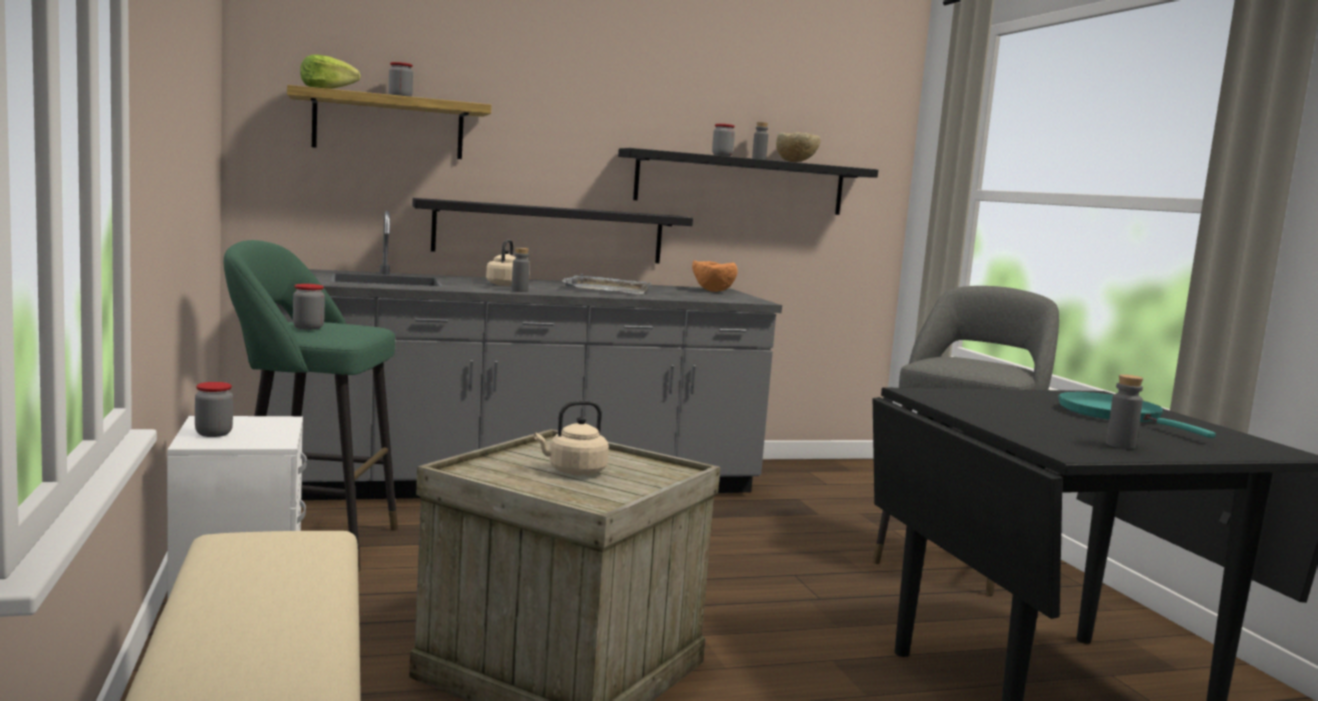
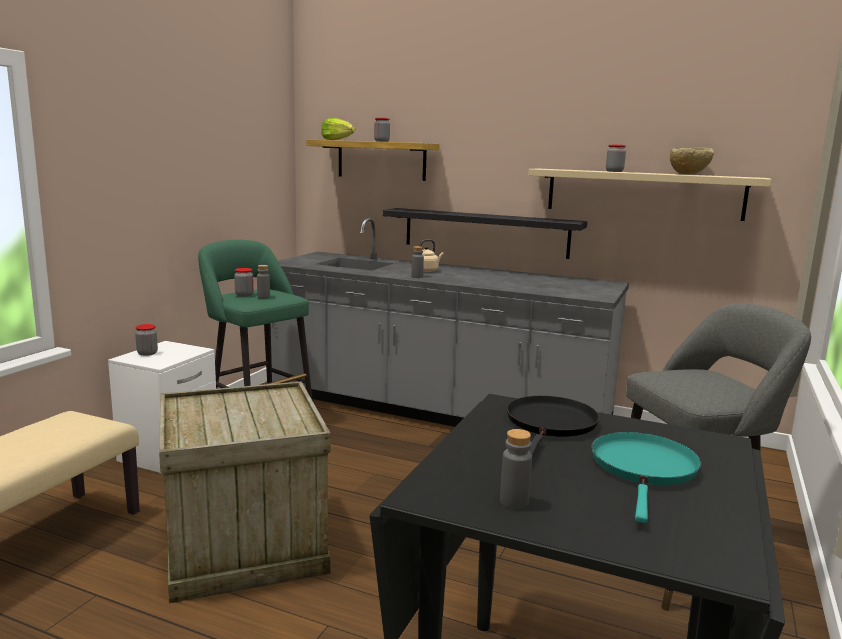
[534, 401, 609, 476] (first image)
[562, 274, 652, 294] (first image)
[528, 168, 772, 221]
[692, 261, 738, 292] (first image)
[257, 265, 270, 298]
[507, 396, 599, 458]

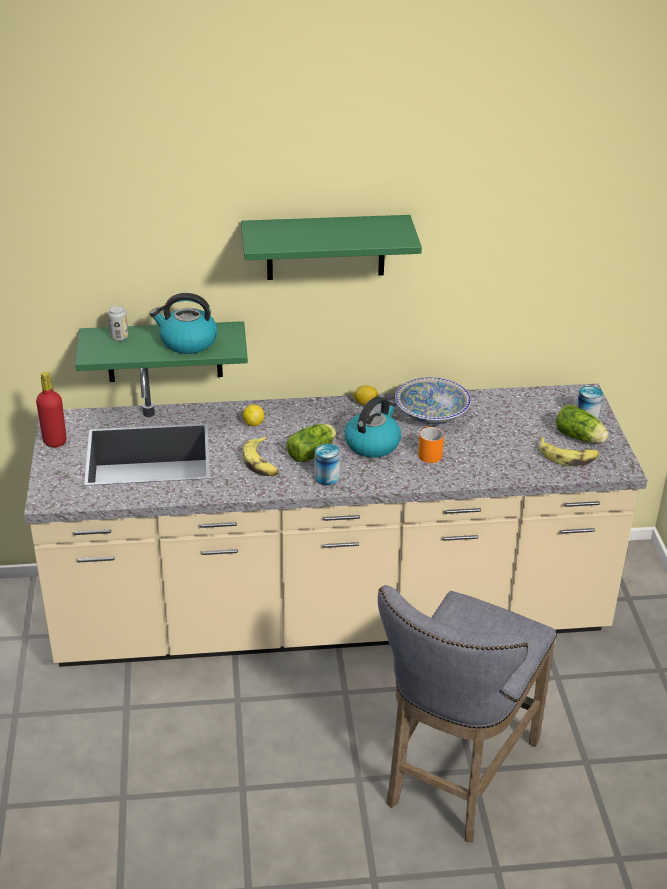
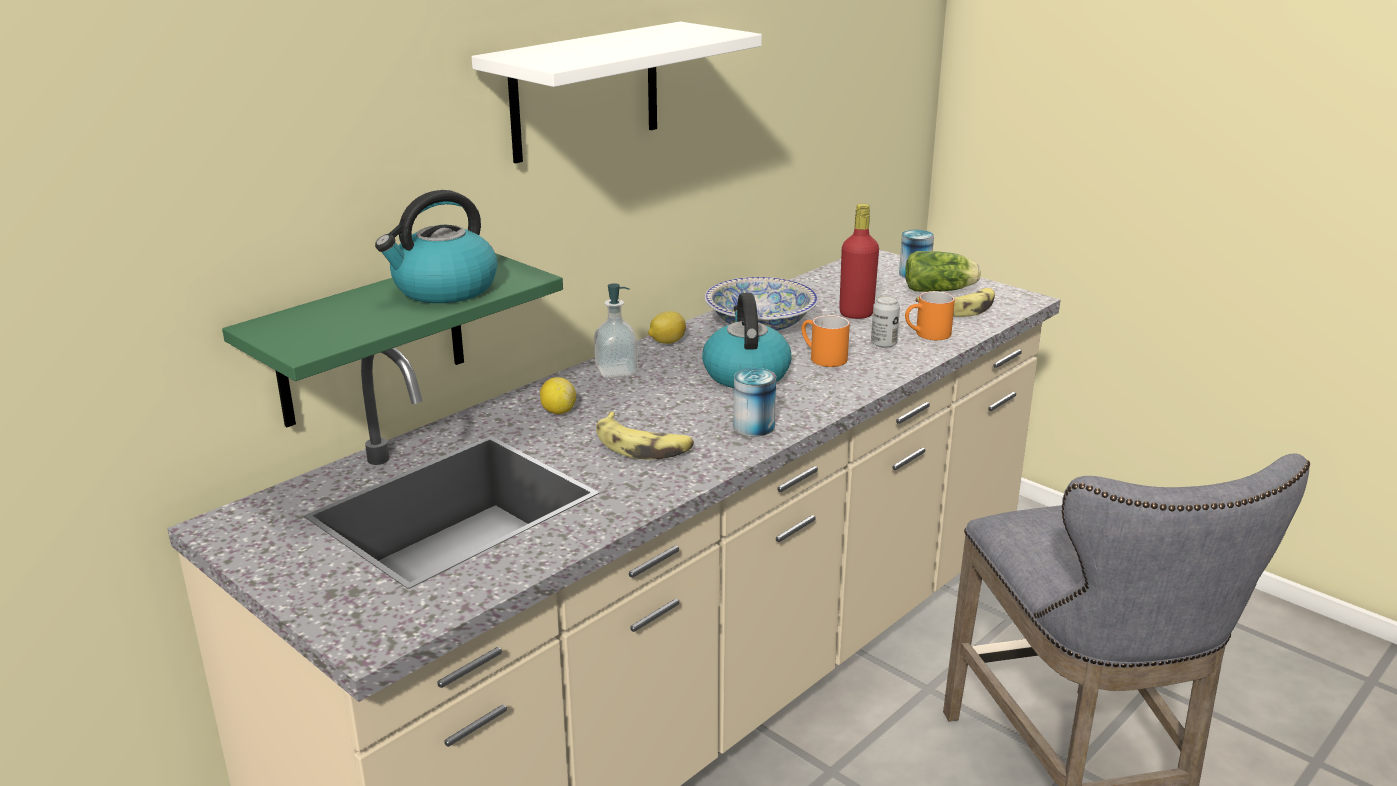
[839, 203, 879, 319]
[871, 296, 900, 348]
[472, 21, 762, 163]
[286, 424, 336, 463] (first image)
[594, 283, 638, 378]
[905, 291, 955, 340]

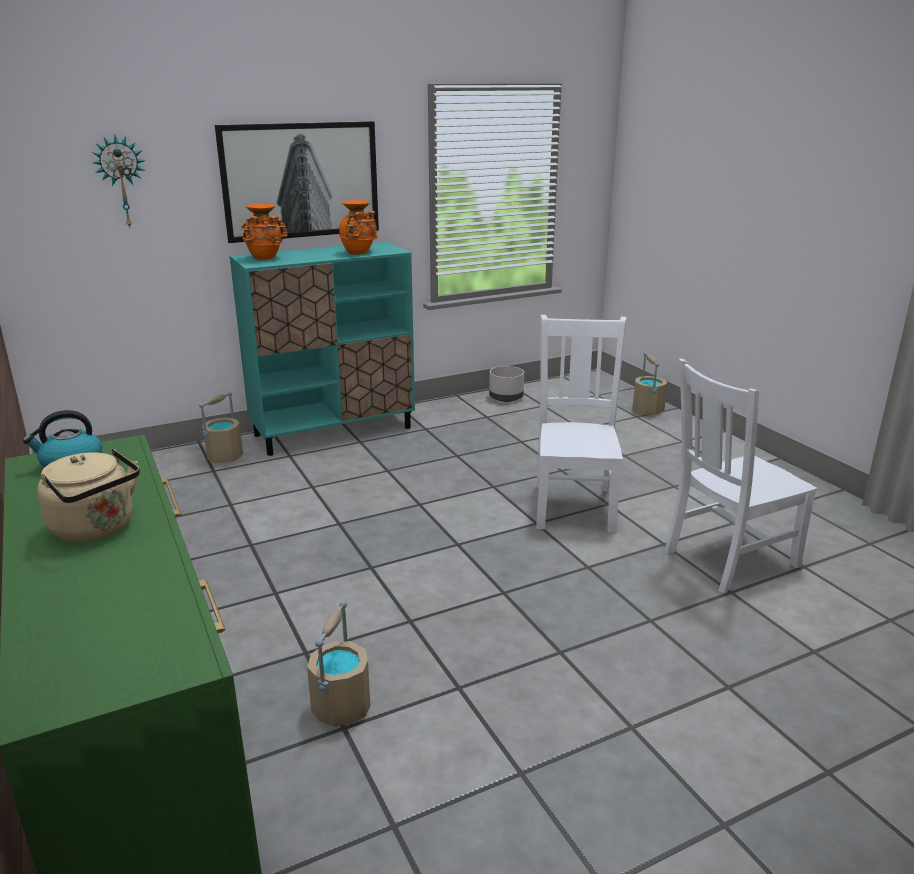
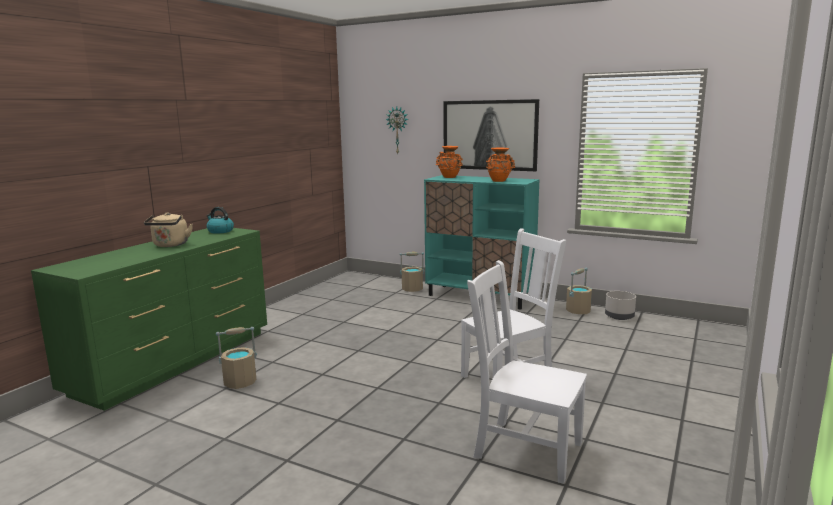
[566, 268, 592, 314]

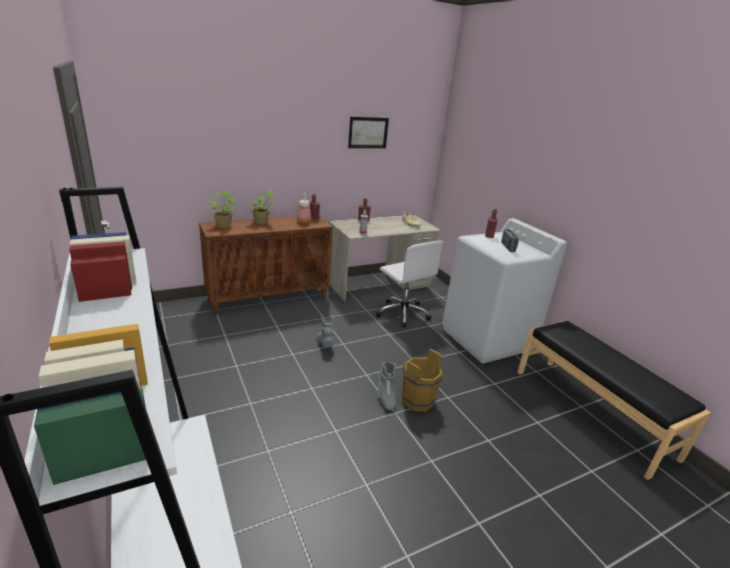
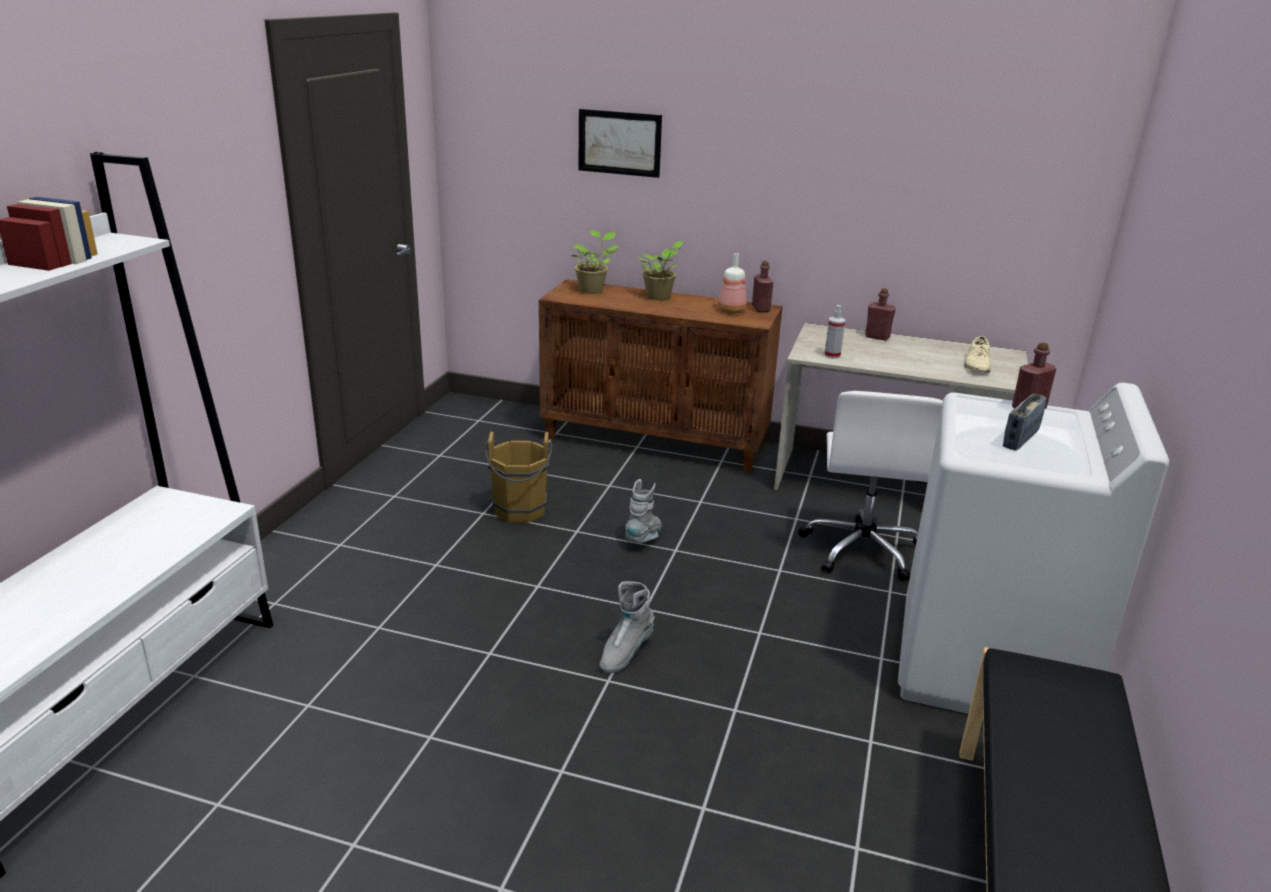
[578, 109, 662, 178]
[485, 431, 552, 523]

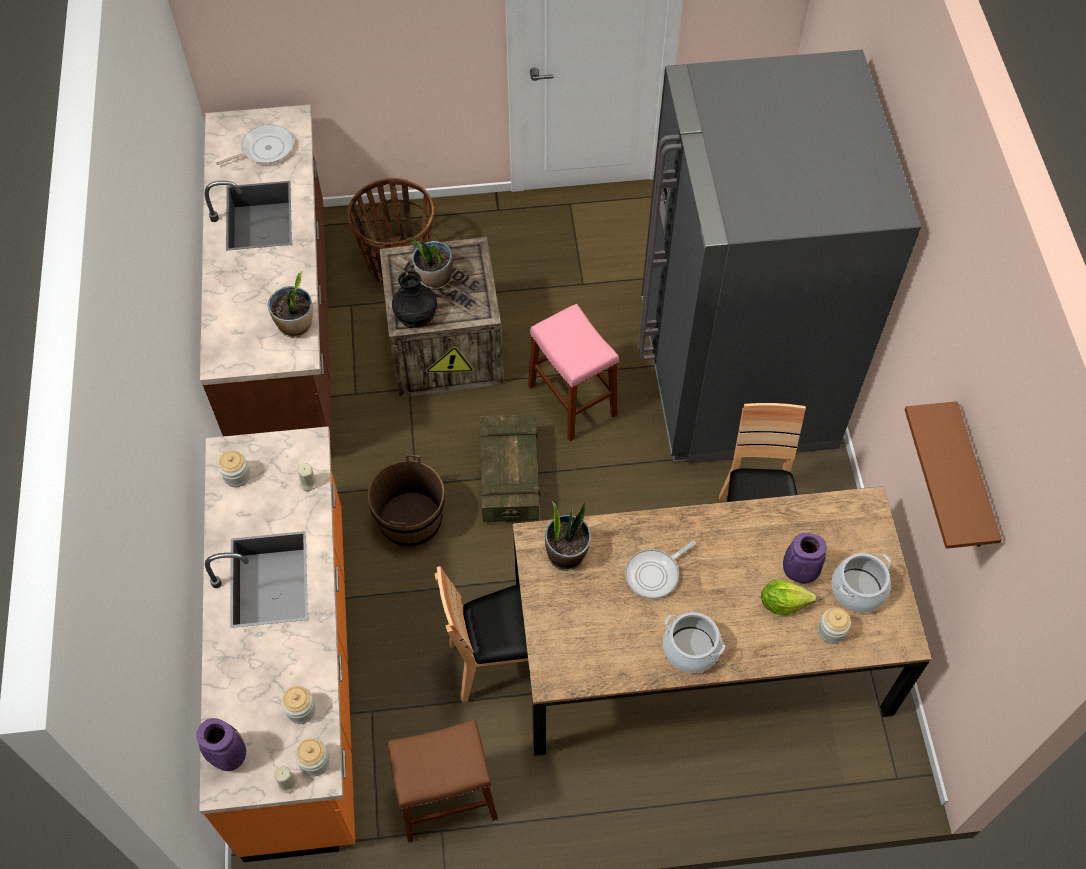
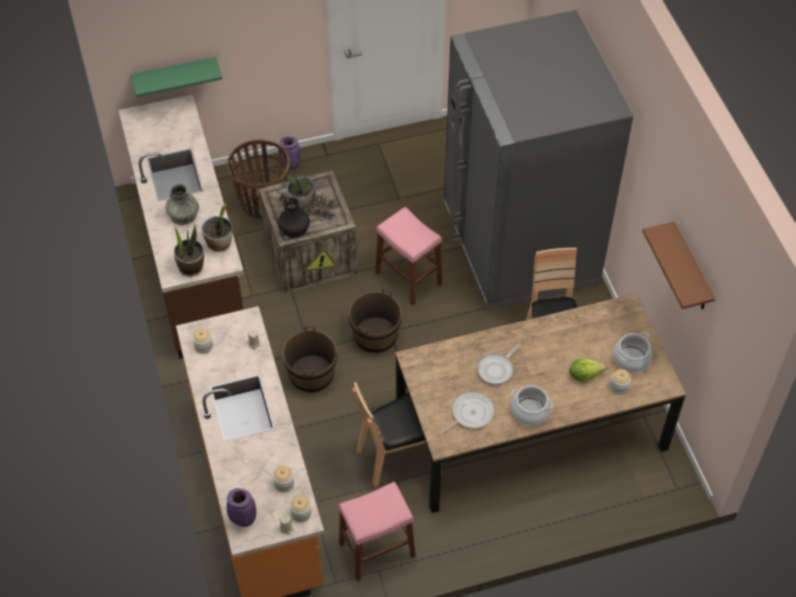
[438, 392, 494, 435]
[338, 481, 415, 581]
[349, 288, 402, 354]
[174, 225, 204, 277]
[280, 136, 301, 169]
[131, 57, 222, 97]
[166, 184, 199, 225]

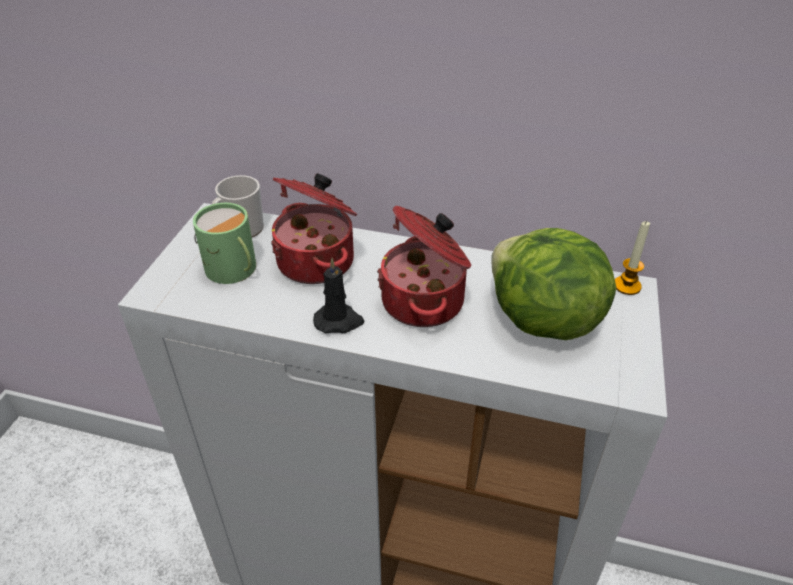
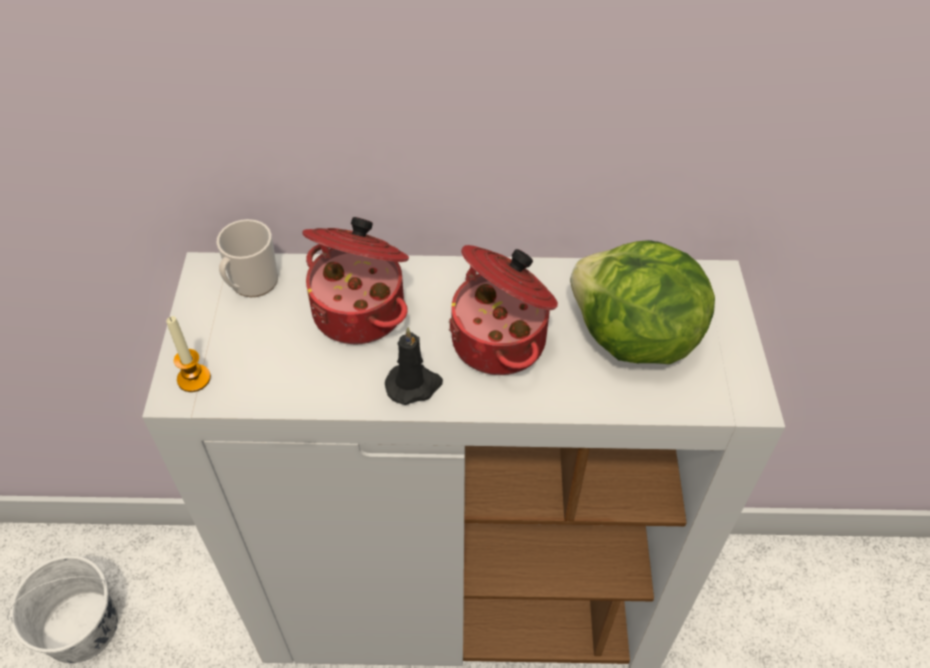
[193, 203, 256, 284] (first image)
[166, 316, 211, 392]
[7, 555, 118, 663]

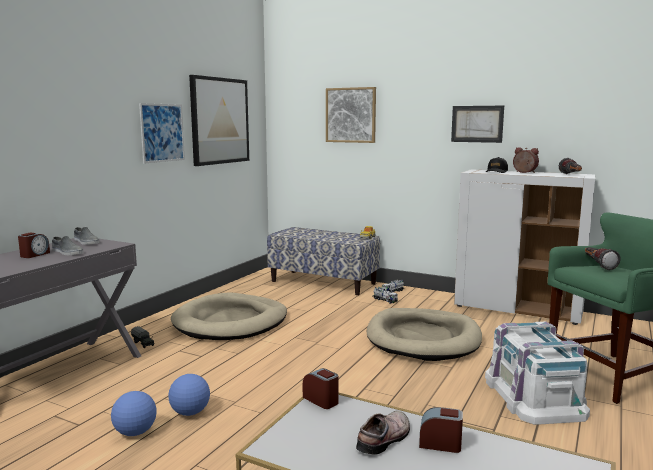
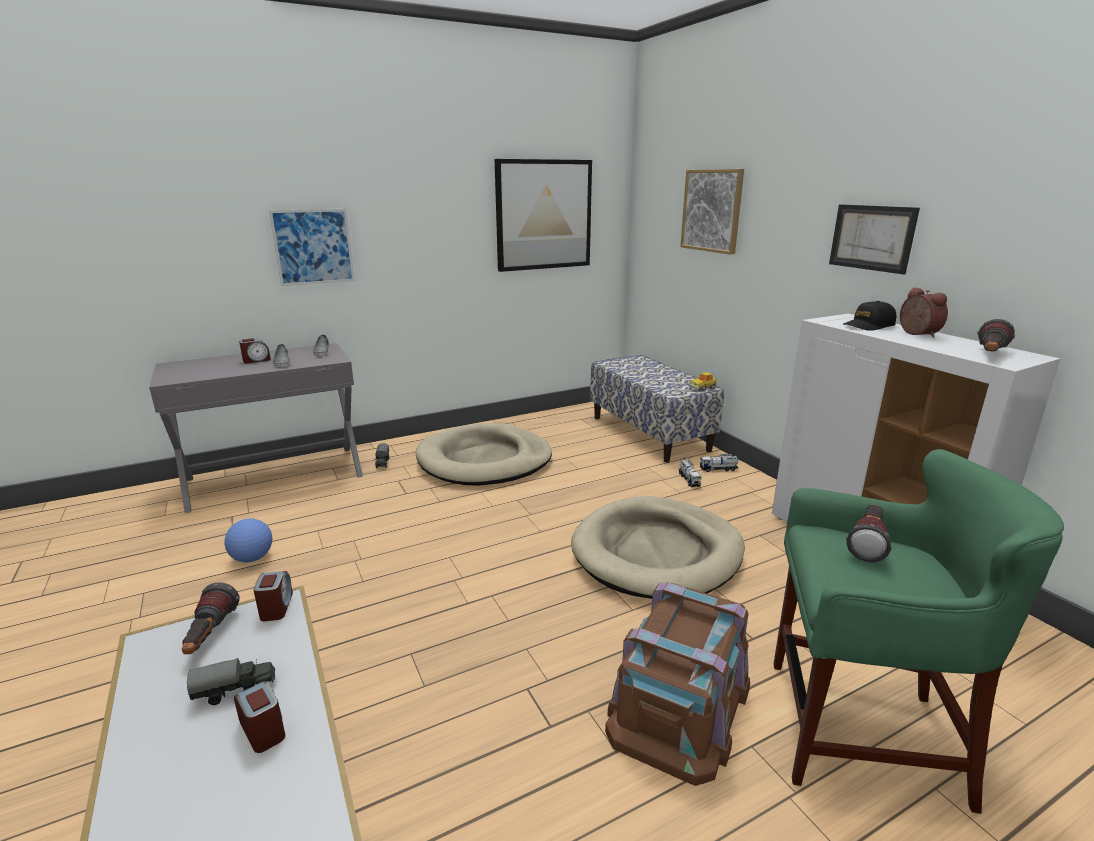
[269, 209, 355, 286]
[168, 374, 210, 416] (first image)
[187, 658, 275, 705]
[605, 582, 750, 786]
[182, 582, 240, 654]

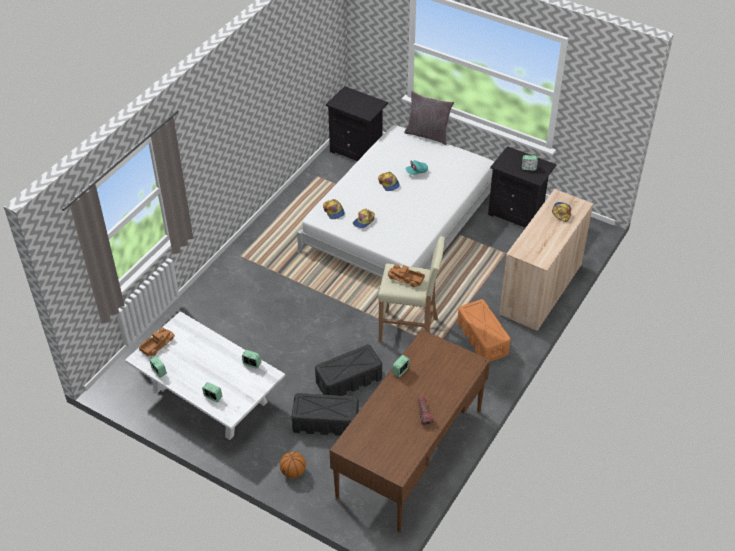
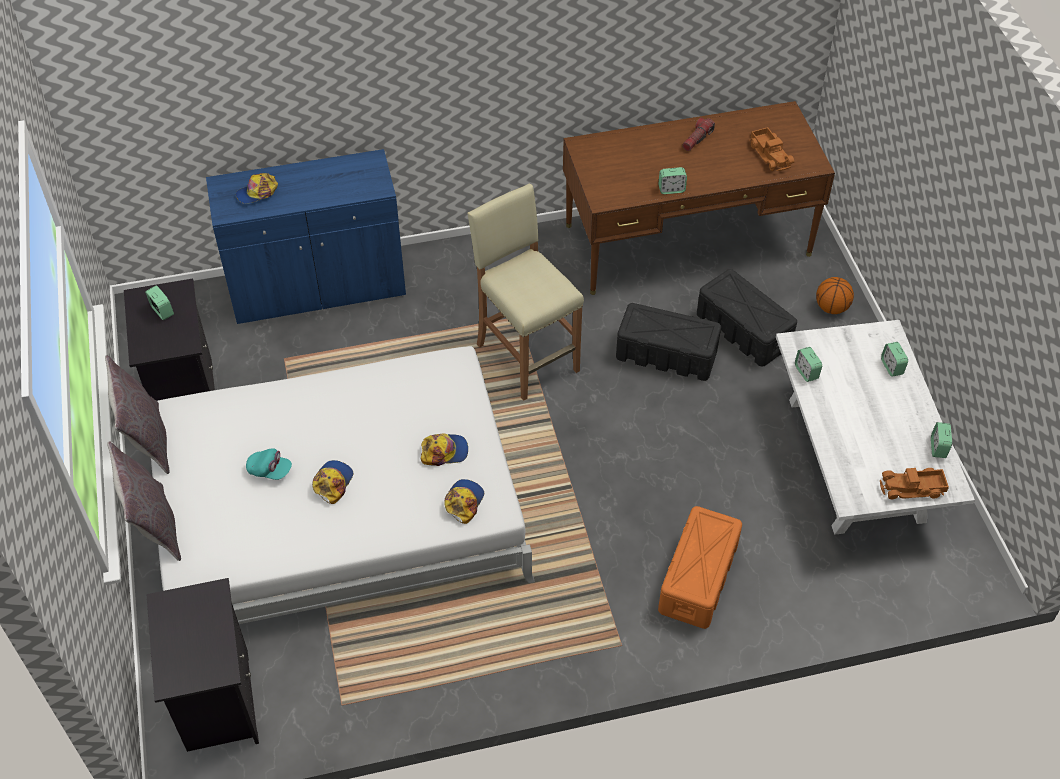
[749, 127, 794, 171]
[658, 506, 742, 629]
[206, 149, 406, 324]
[105, 355, 170, 474]

